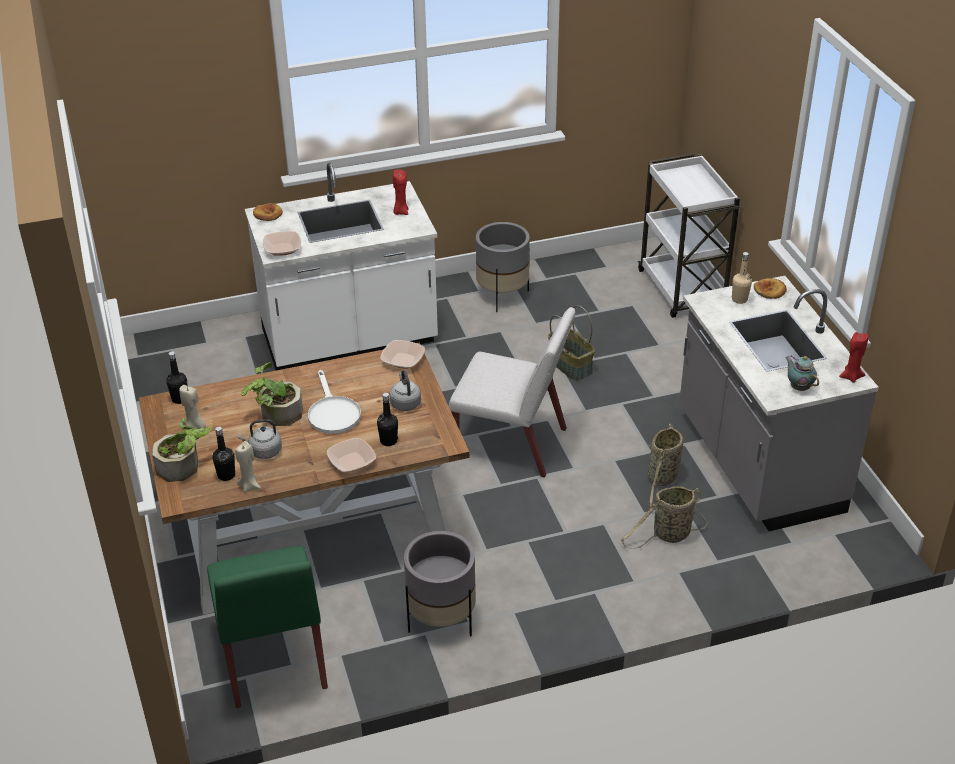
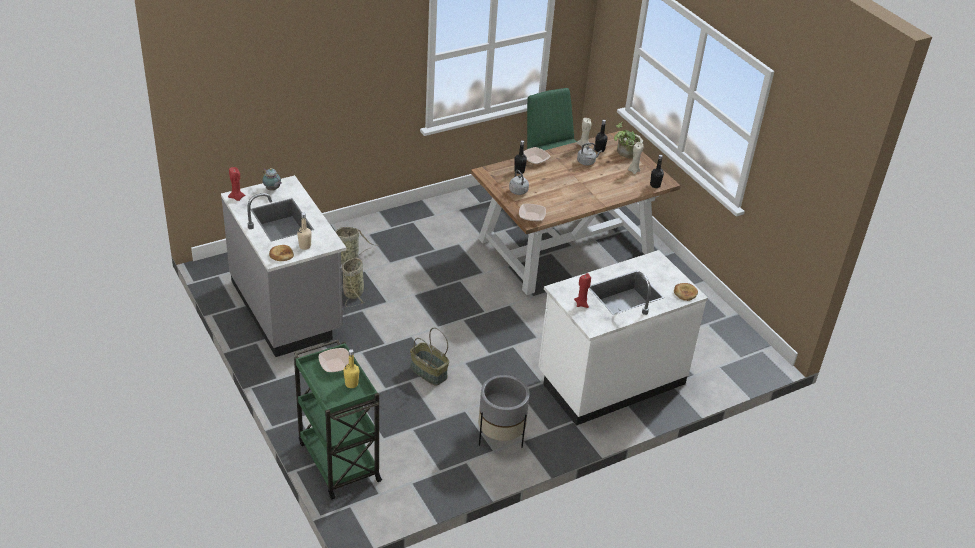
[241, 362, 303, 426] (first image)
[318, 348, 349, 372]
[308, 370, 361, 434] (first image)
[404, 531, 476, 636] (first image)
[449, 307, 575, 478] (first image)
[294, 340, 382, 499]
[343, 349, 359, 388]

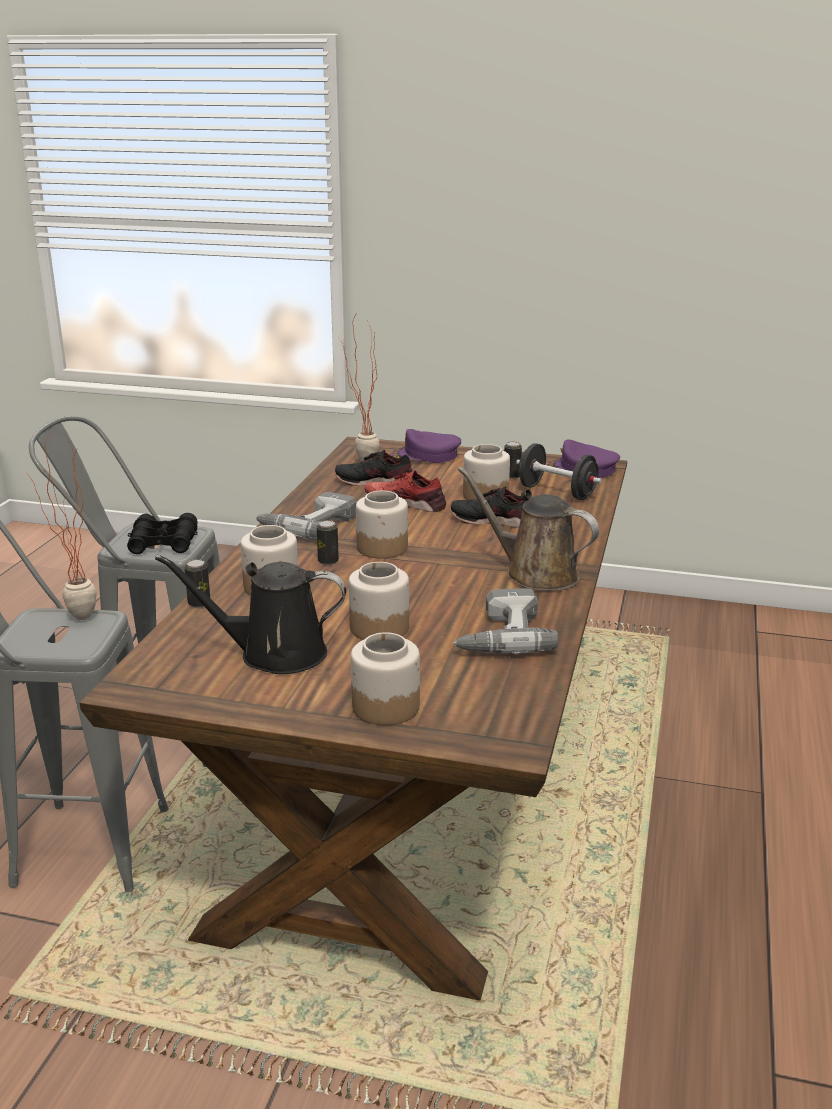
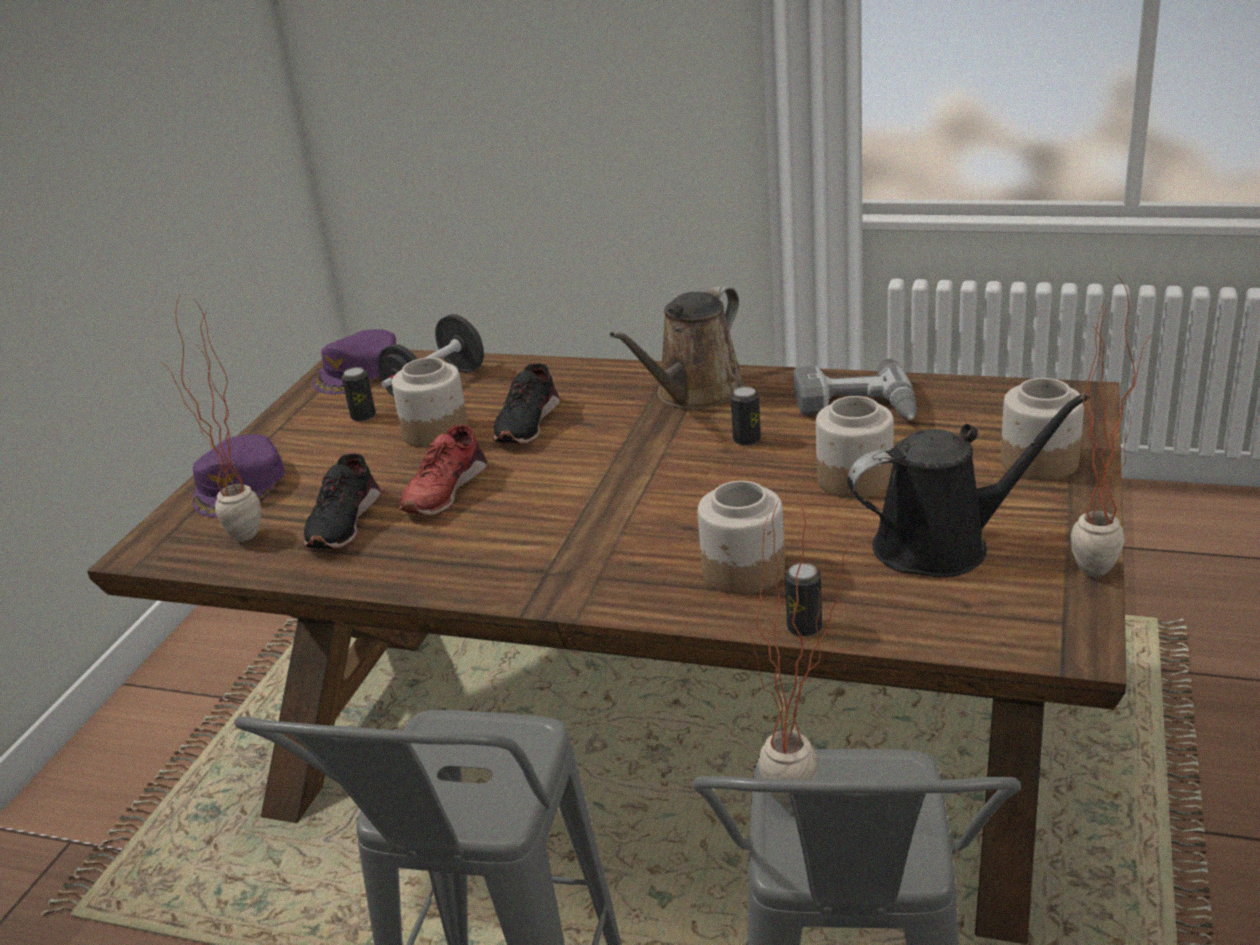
[127, 513, 198, 554] (first image)
[847, 393, 1090, 577]
[256, 492, 357, 540] (first image)
[730, 386, 761, 446]
[356, 490, 408, 559] (first image)
[1071, 279, 1156, 577]

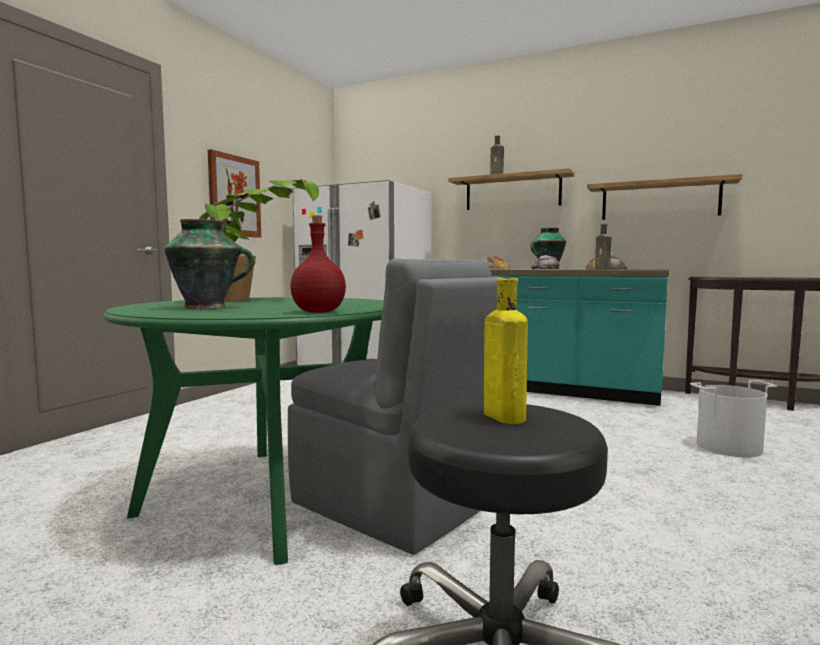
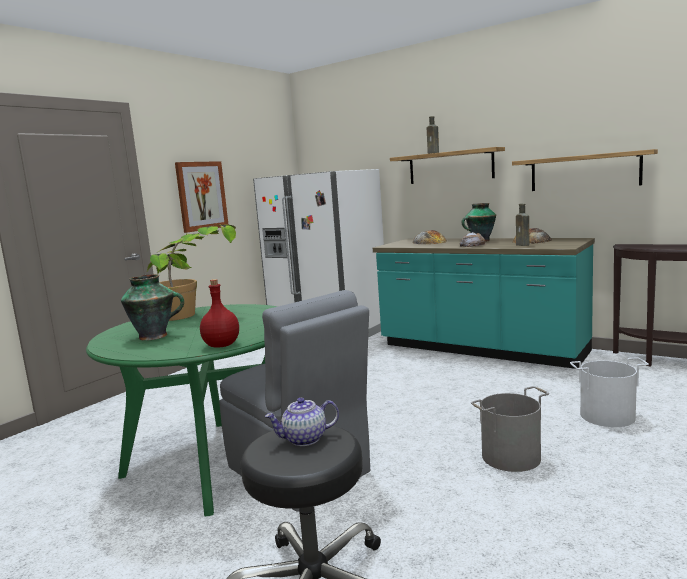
[265, 398, 339, 446]
[471, 386, 549, 472]

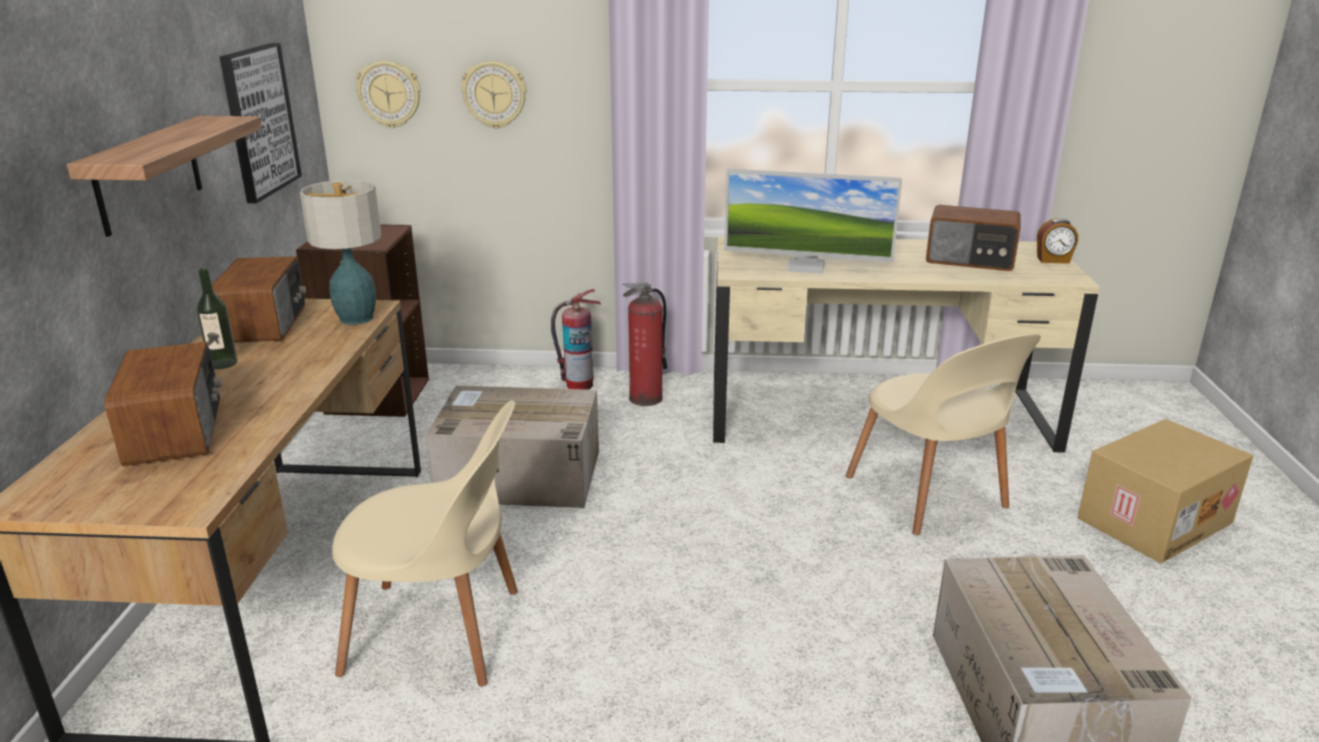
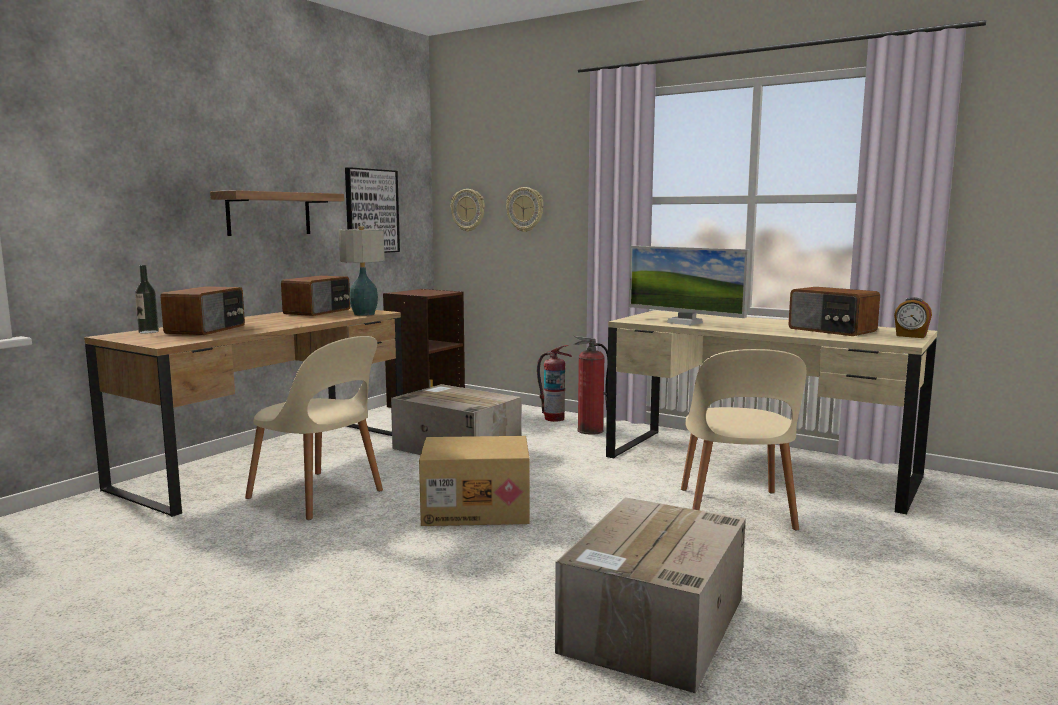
[135, 265, 159, 334]
[419, 436, 530, 526]

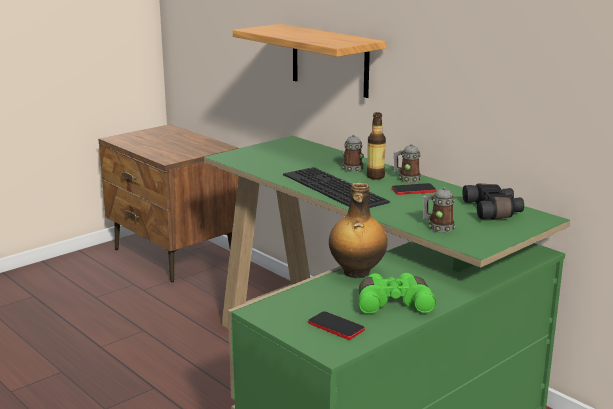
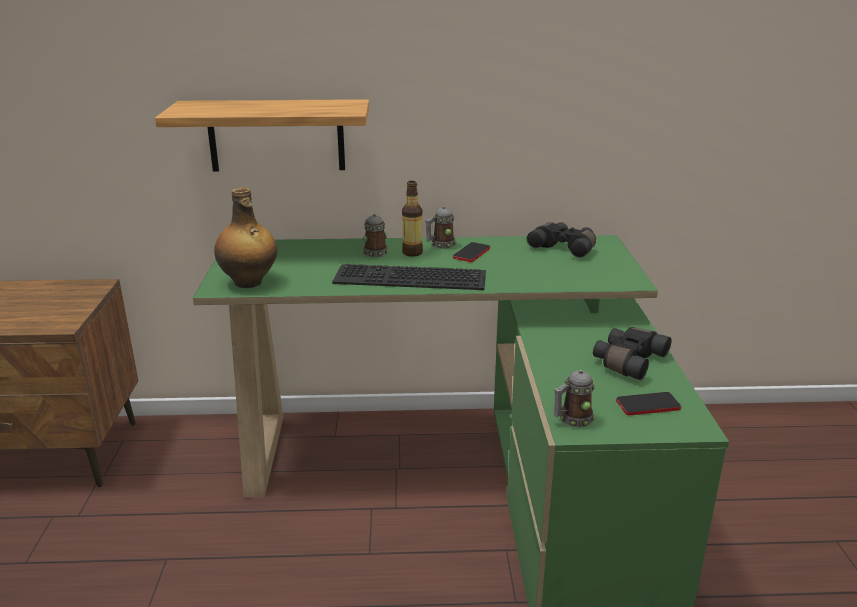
[214, 188, 277, 288]
[593, 327, 672, 380]
[553, 370, 595, 427]

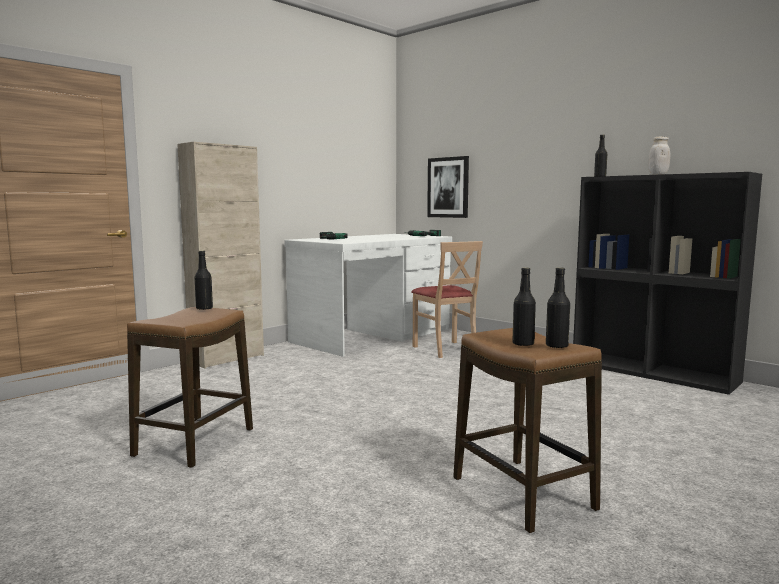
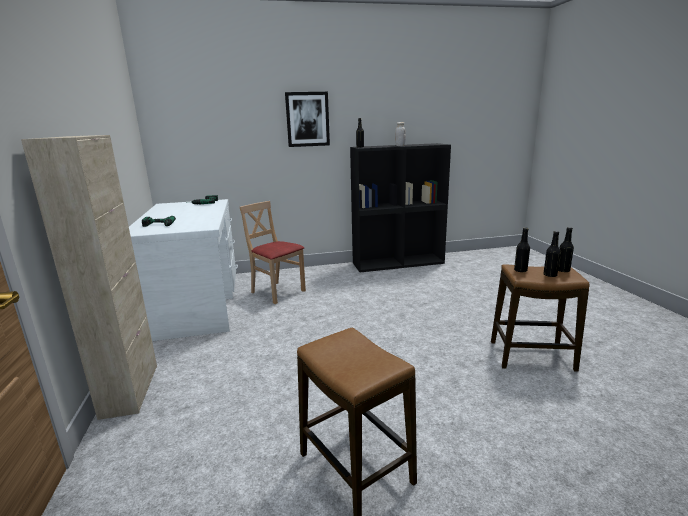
[514, 228, 530, 272]
[240, 201, 306, 304]
[285, 92, 330, 147]

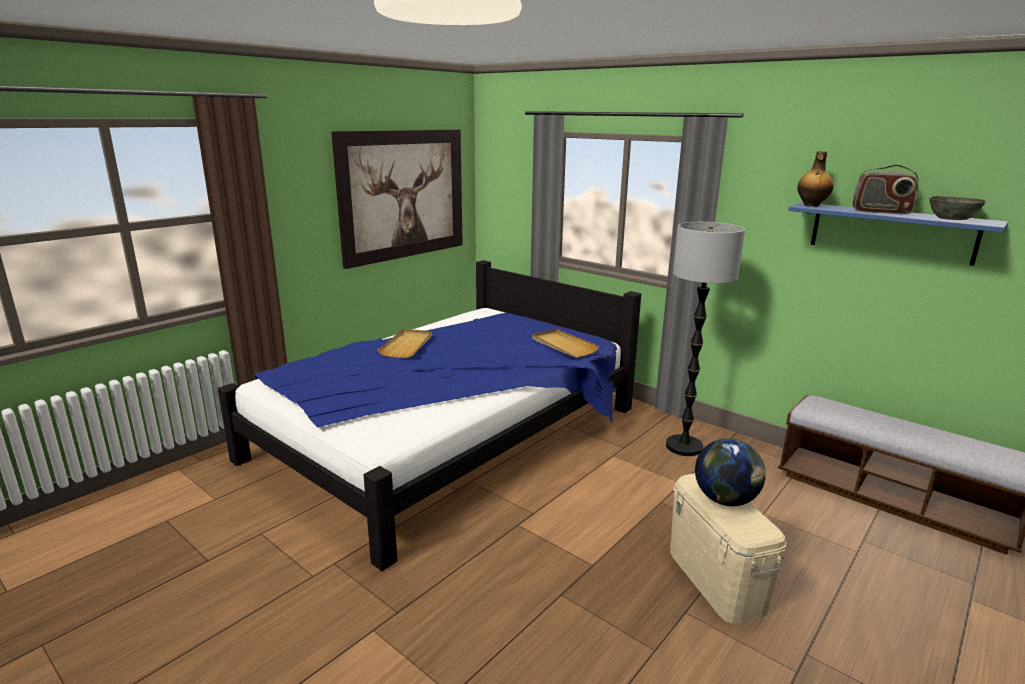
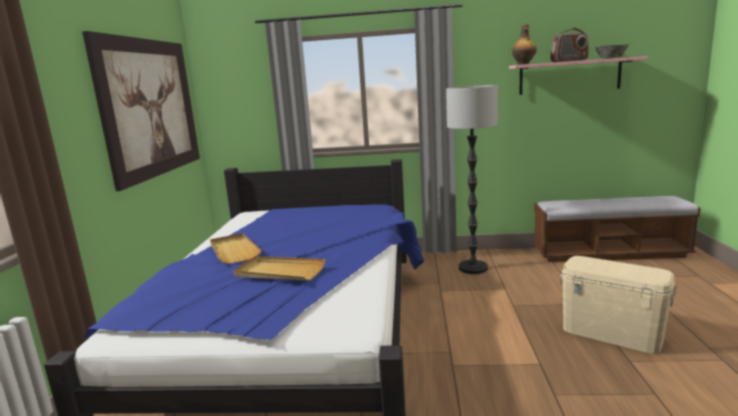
[233, 256, 325, 280]
[695, 438, 766, 506] (first image)
[509, 56, 648, 95]

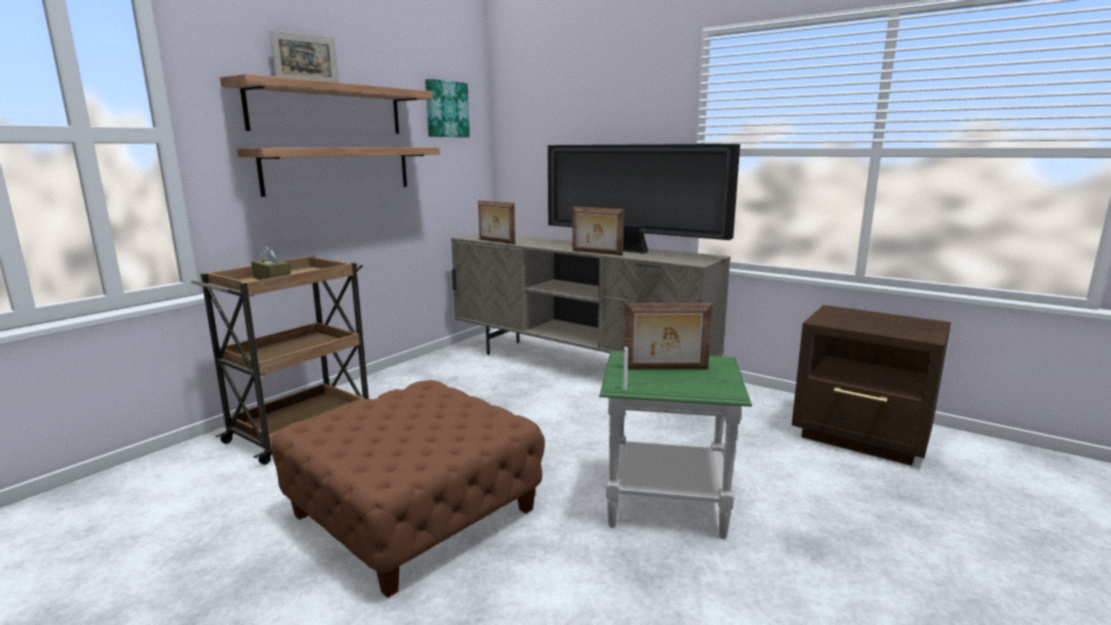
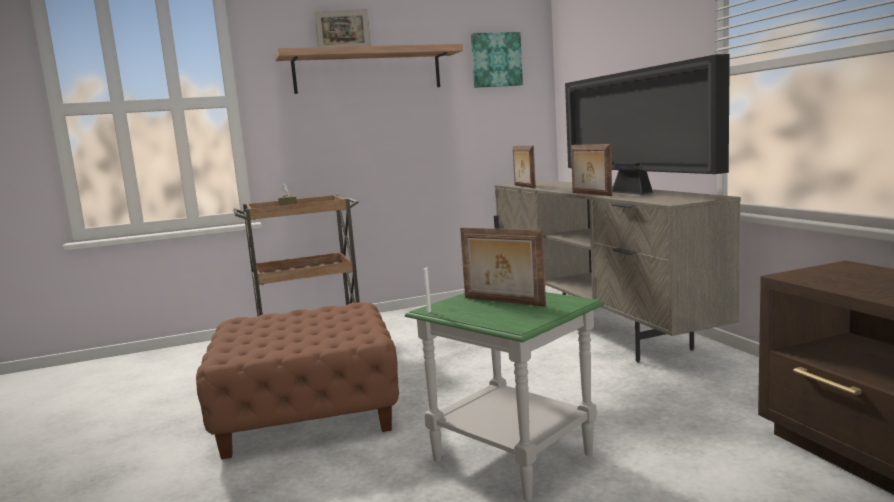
[237, 147, 440, 197] (first image)

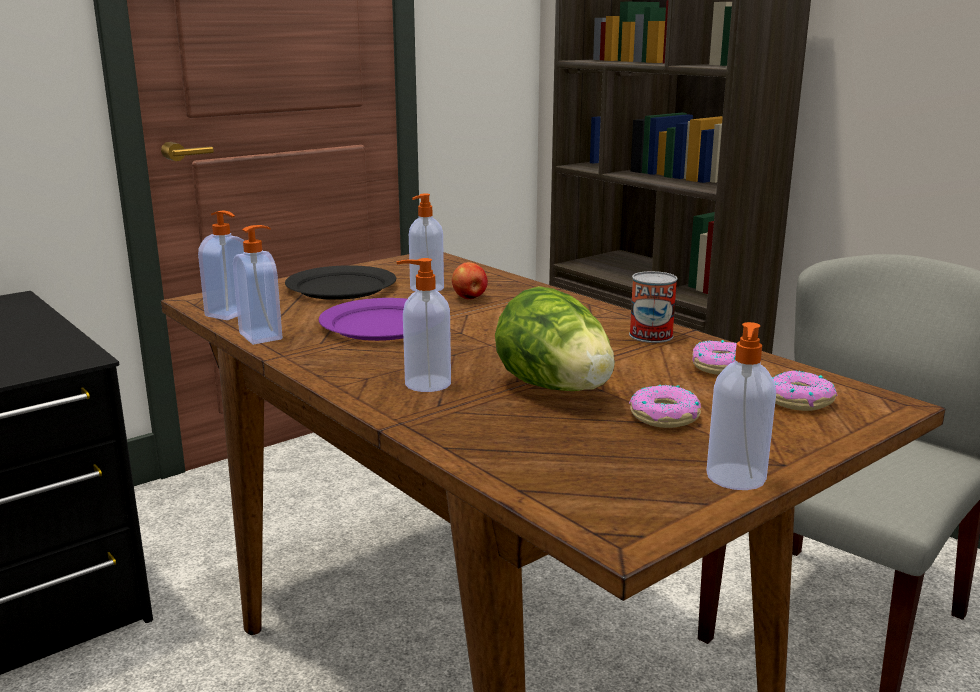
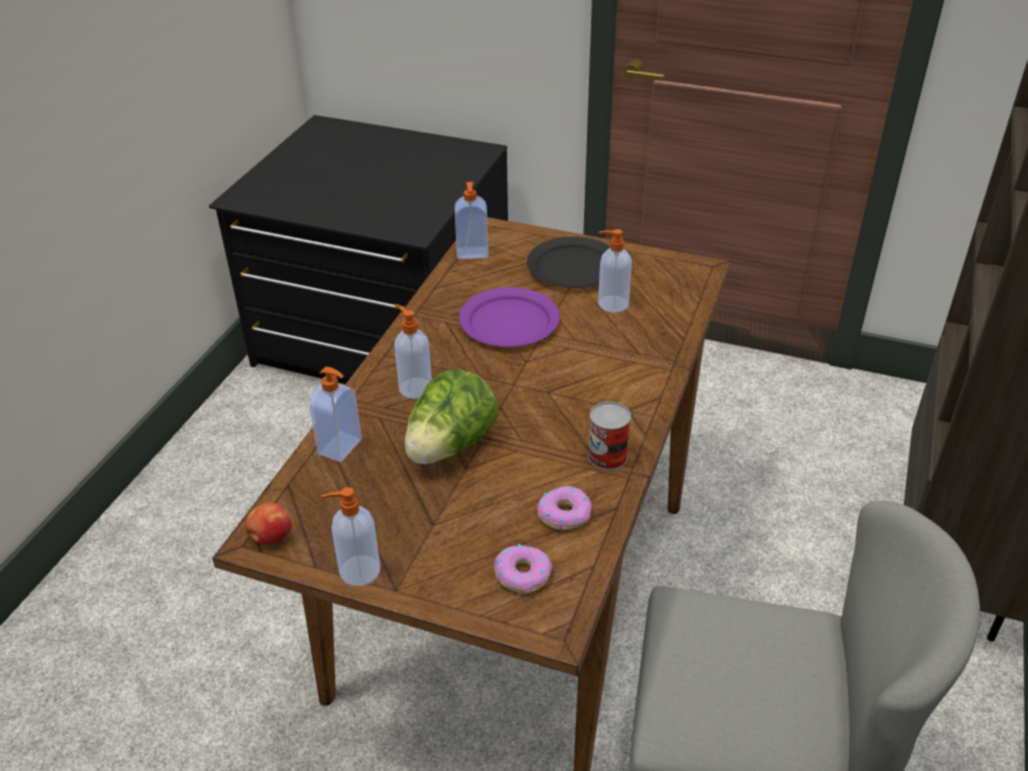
[310, 367, 362, 462]
[245, 502, 292, 545]
[629, 385, 701, 428] (first image)

